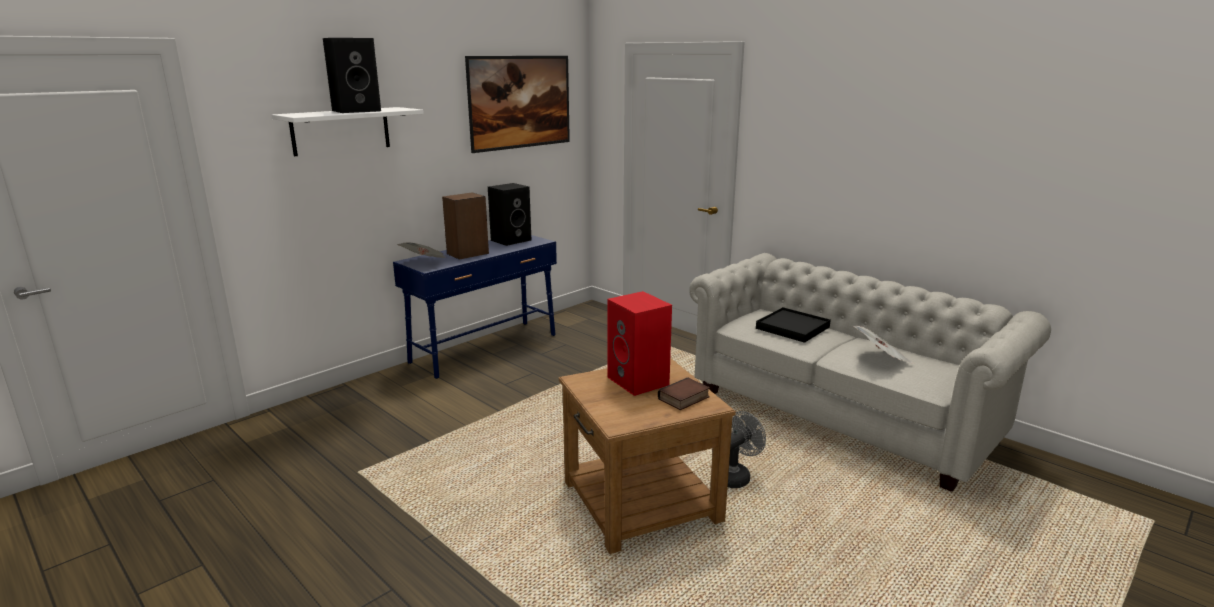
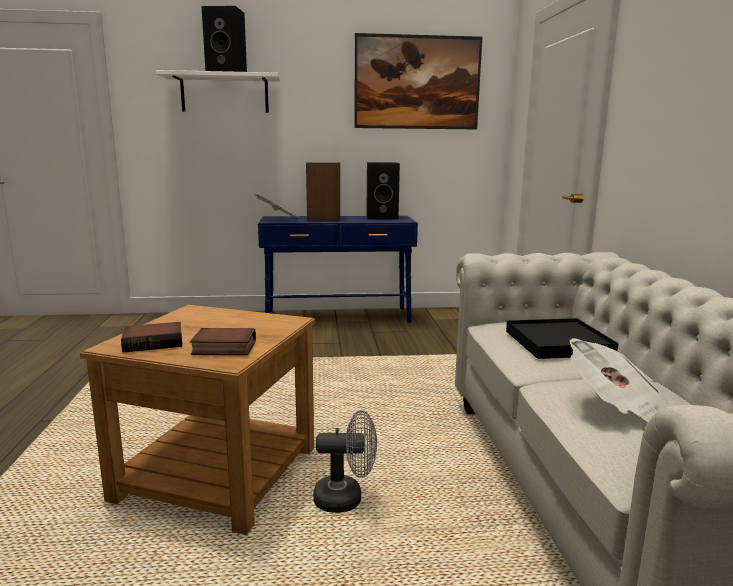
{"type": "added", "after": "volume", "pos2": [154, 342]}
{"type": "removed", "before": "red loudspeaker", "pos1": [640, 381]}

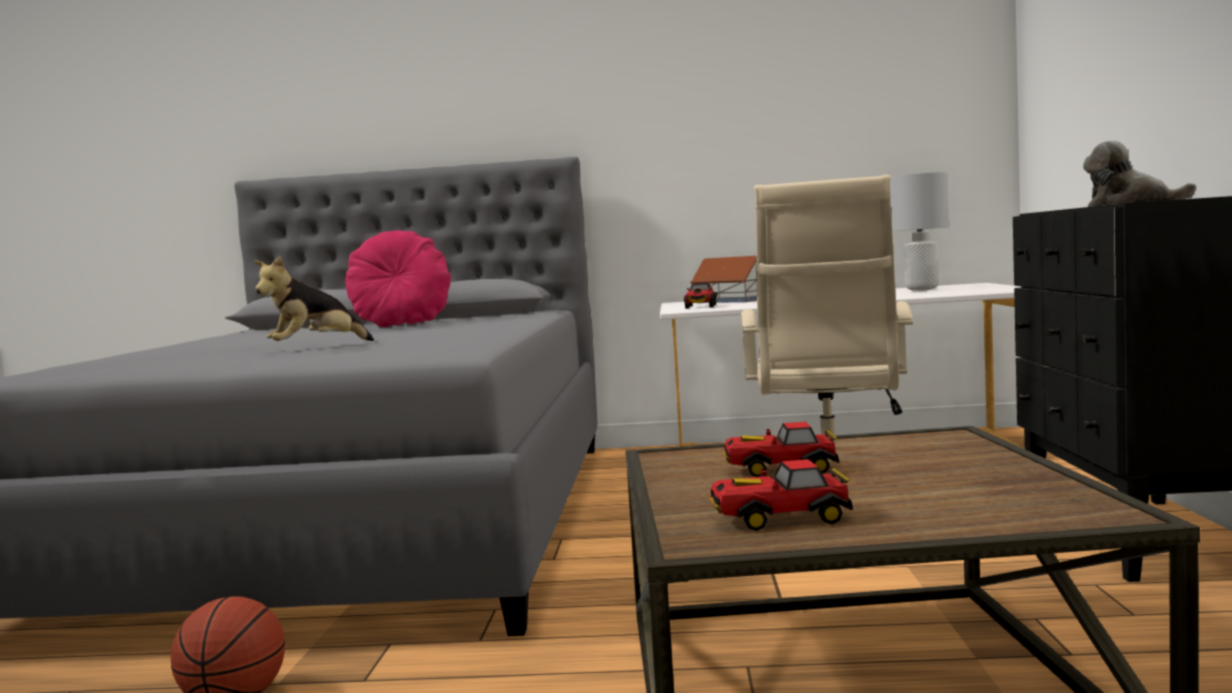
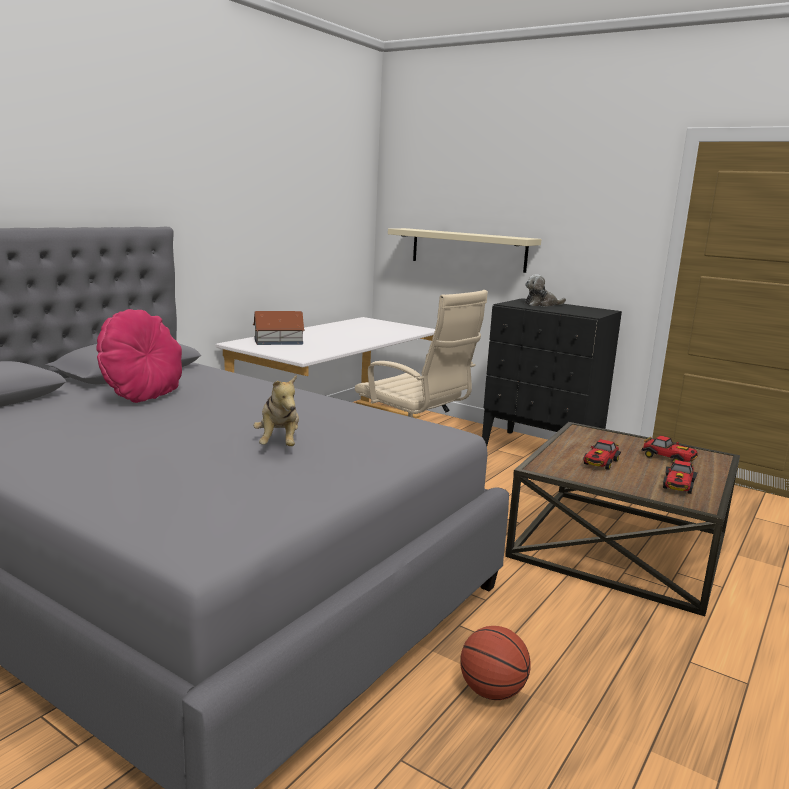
{"type": "added", "after": "beige-coloured bracket shelf", "pos2": [468, 249]}
{"type": "moved", "before": "model car", "pos1": [700, 307], "pos2": [668, 459]}
{"type": "removed", "before": "grey lamp for a table", "pos1": [921, 290]}

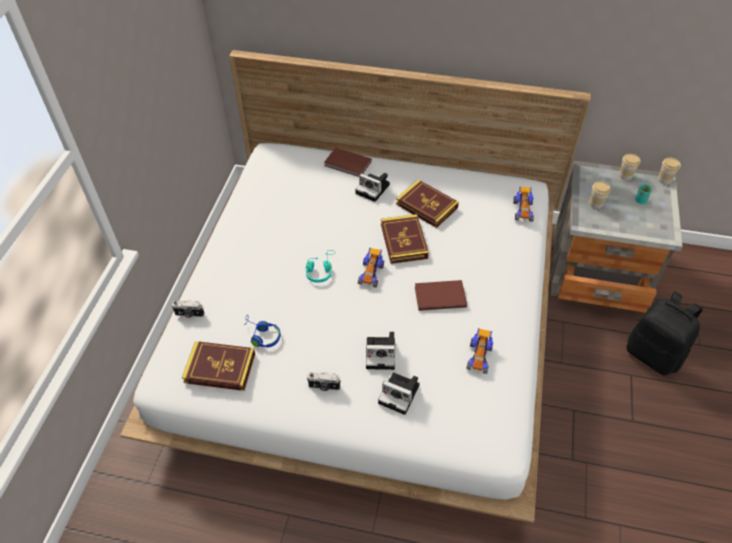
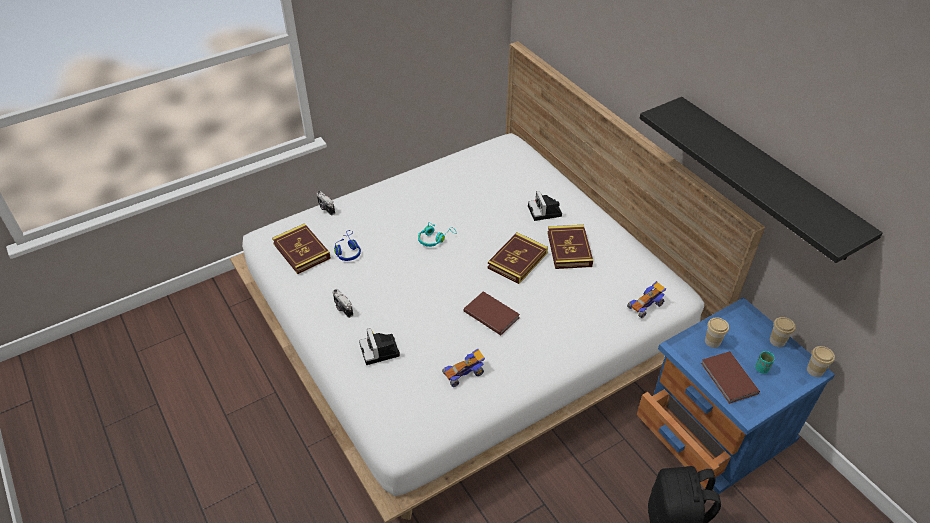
{"type": "recoloured", "before": "grey night table", "after": "blue night table", "pos1": [600, 272], "pos2": [713, 430]}
{"type": "added", "after": "black-coloured bracket shelf", "pos2": [765, 177]}
{"type": "moved", "before": "brownish volume", "pos1": [347, 164], "pos2": [728, 379]}
{"type": "removed", "before": "model car", "pos1": [371, 273]}
{"type": "removed", "before": "photo camera", "pos1": [382, 353]}

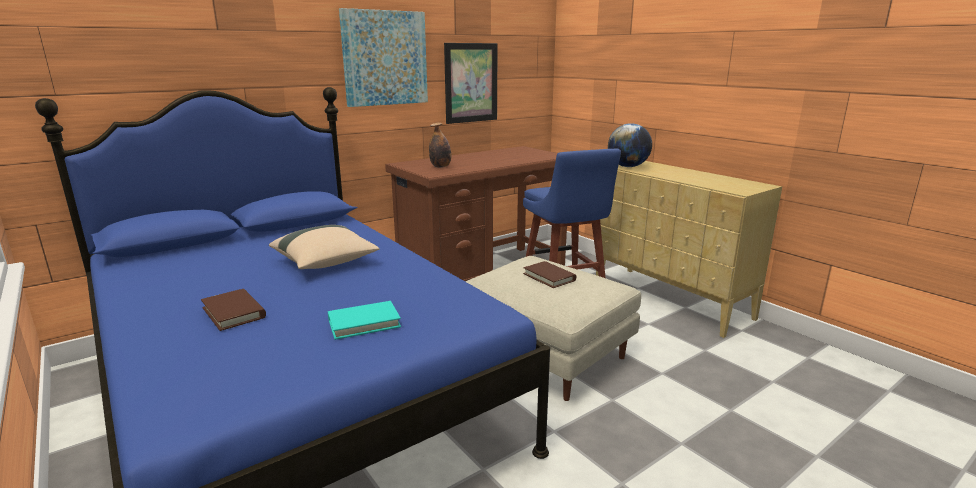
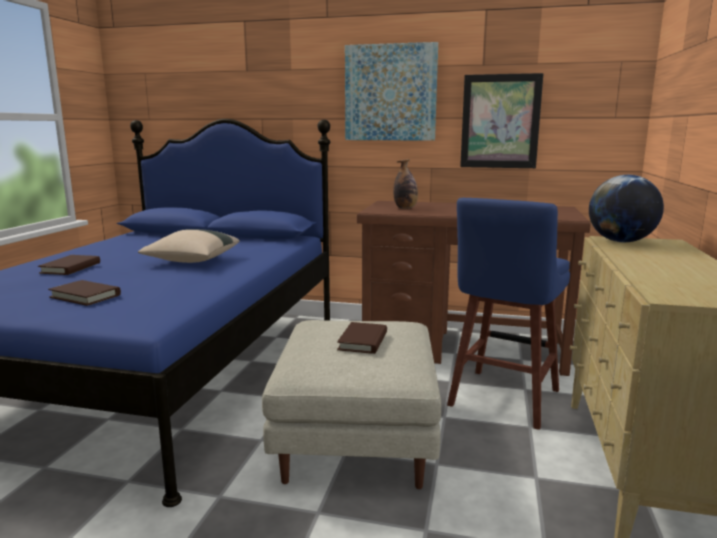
{"type": "recoloured", "before": "blue-green volume", "after": "brownish volume", "pos1": [364, 323], "pos2": [85, 296]}

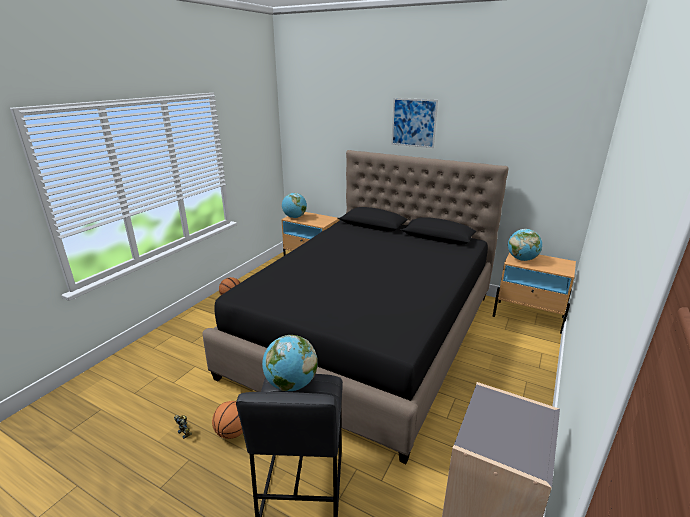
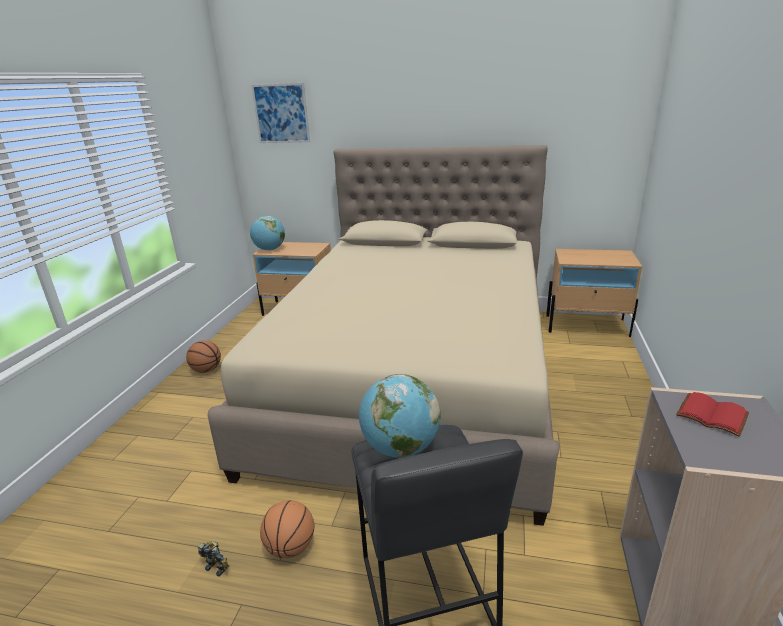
{"type": "recoloured", "before": "black-coloured sleeping bed", "after": "beige-coloured sleeping bed", "pos1": [369, 332], "pos2": [415, 377]}
{"type": "moved", "before": "wall picture", "pos1": [413, 123], "pos2": [281, 113]}
{"type": "added", "after": "red volume", "pos2": [710, 416]}
{"type": "removed", "before": "world globe", "pos1": [521, 259]}

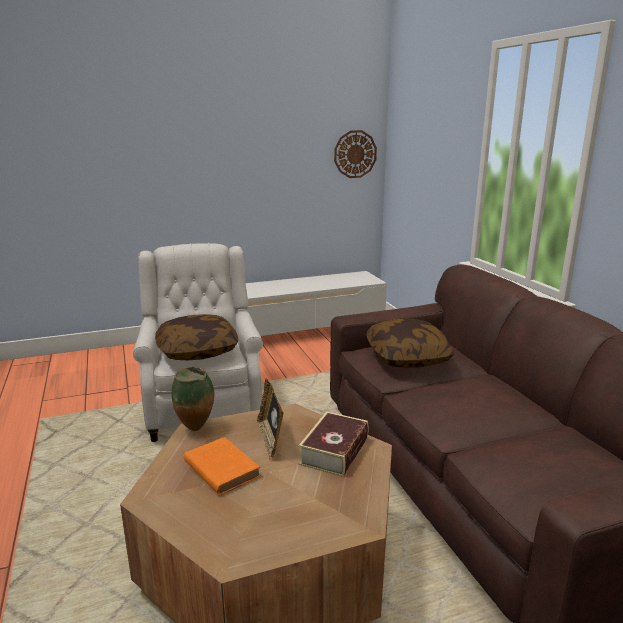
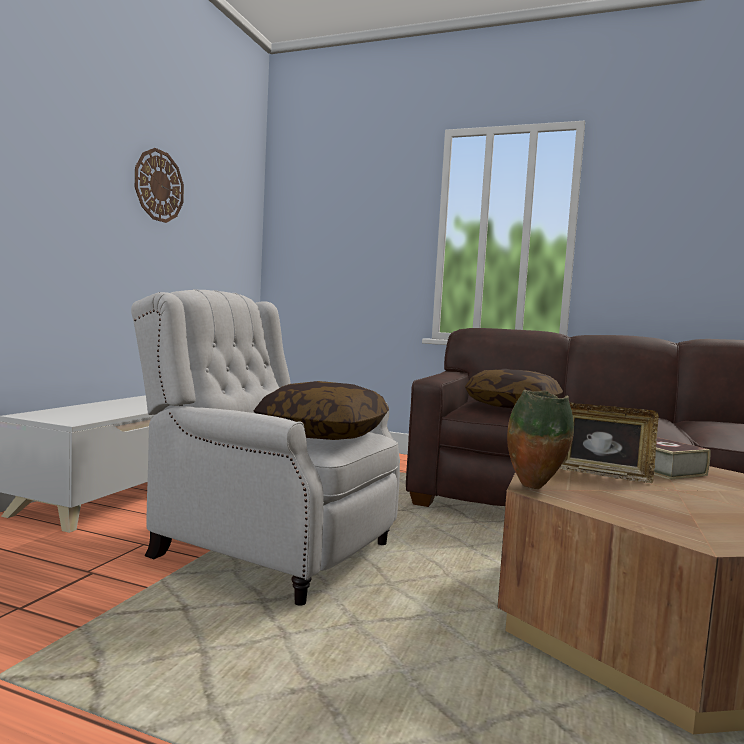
{"type": "moved", "before": "clock on the wall", "pos1": [355, 154], "pos2": [159, 186]}
{"type": "removed", "before": "orange volume", "pos1": [220, 468]}

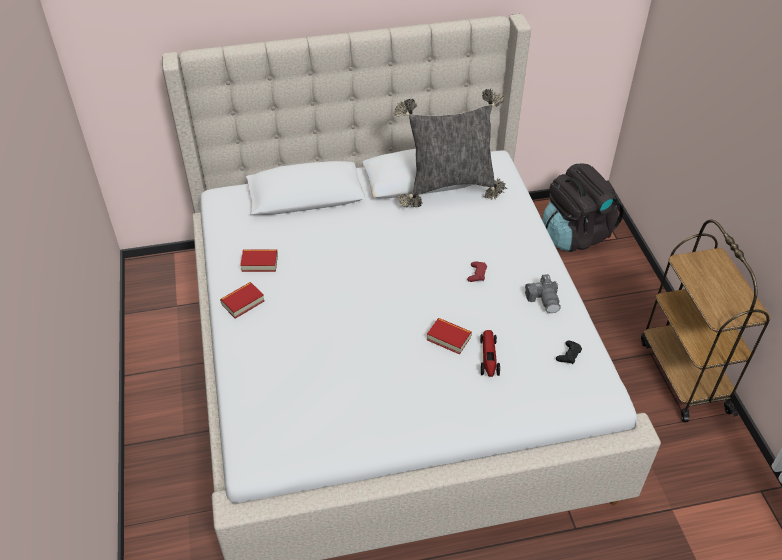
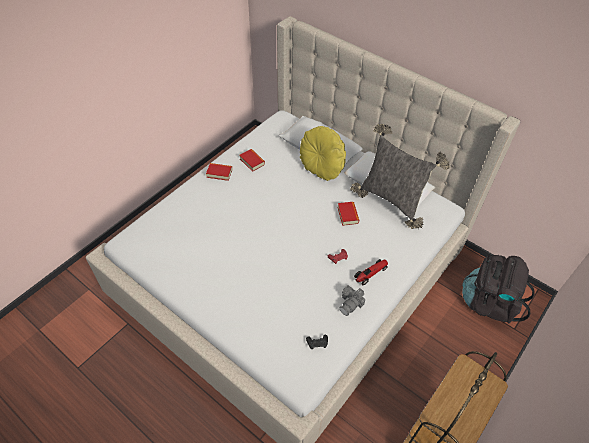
{"type": "added", "after": "yellowish pillow", "pos2": [321, 170]}
{"type": "moved", "before": "volume", "pos1": [449, 338], "pos2": [348, 215]}
{"type": "moved", "before": "model car", "pos1": [489, 358], "pos2": [370, 274]}

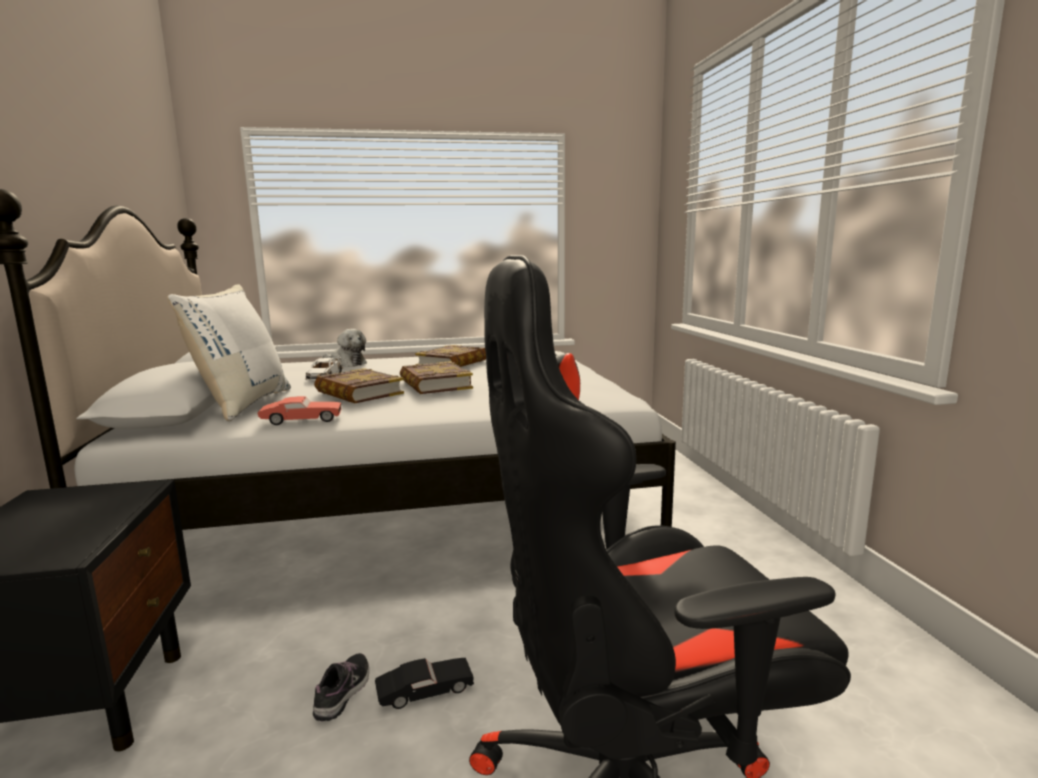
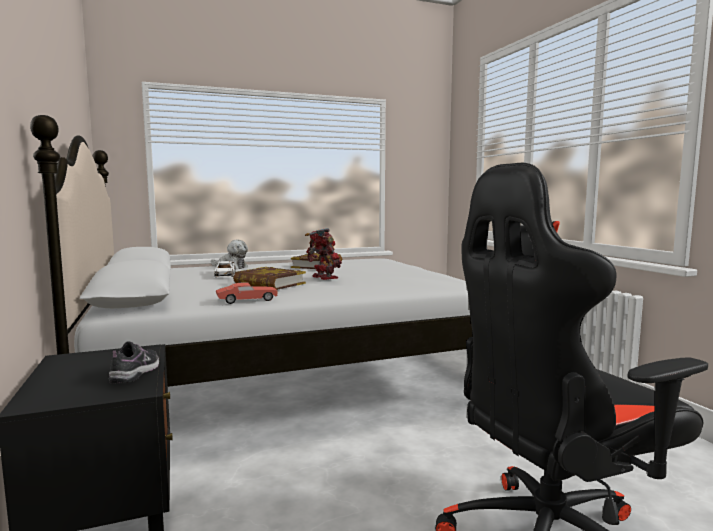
{"type": "moved", "before": "item of footwear", "pos1": [343, 692], "pos2": [136, 372]}
{"type": "replaced", "before": "volume", "after": "robot figure", "pos1": [435, 384], "pos2": [323, 277]}
{"type": "removed", "before": "white-coloured pillow", "pos1": [242, 404]}
{"type": "removed", "before": "black-coloured model car", "pos1": [425, 692]}

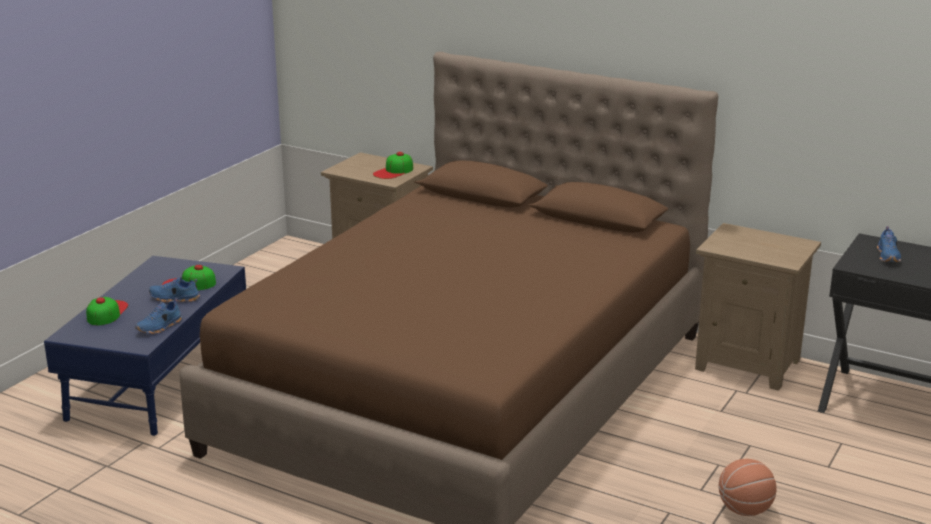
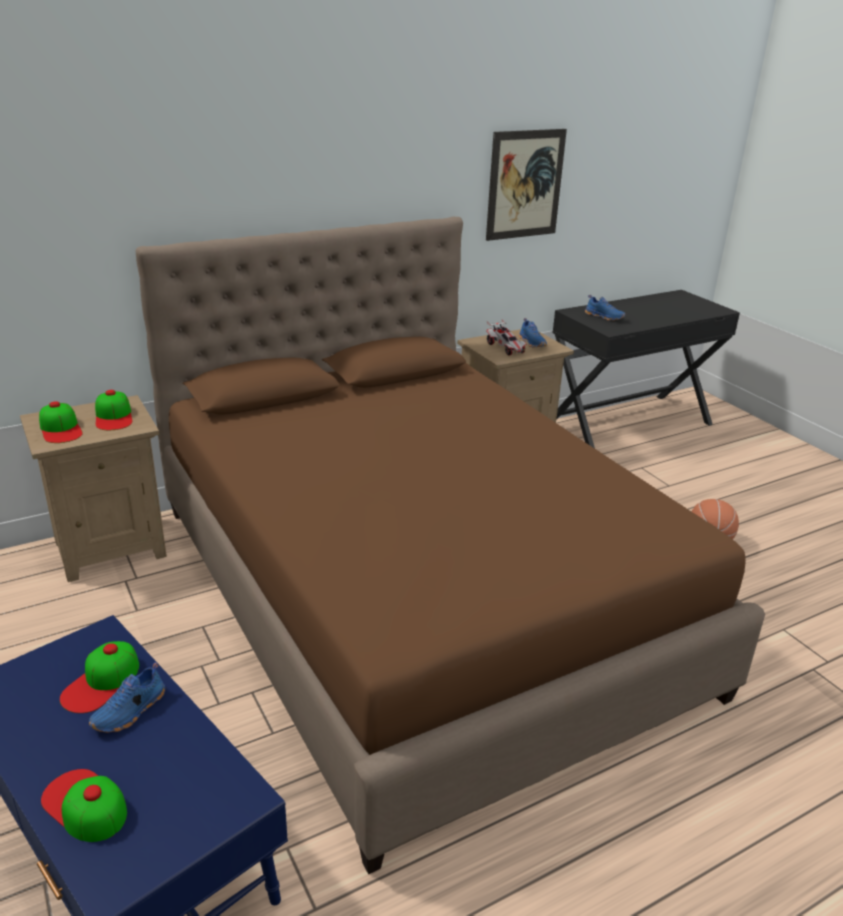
{"type": "added", "after": "baseball cap", "pos2": [61, 429]}
{"type": "added", "after": "wall picture", "pos2": [525, 184]}
{"type": "added", "after": "model car", "pos2": [505, 348]}
{"type": "moved", "before": "blue item of footwear", "pos1": [160, 327], "pos2": [533, 343]}

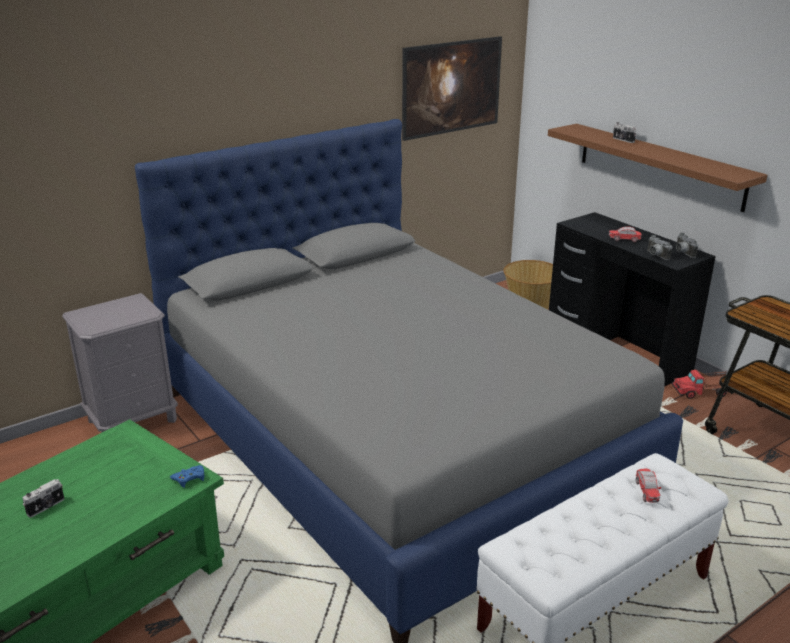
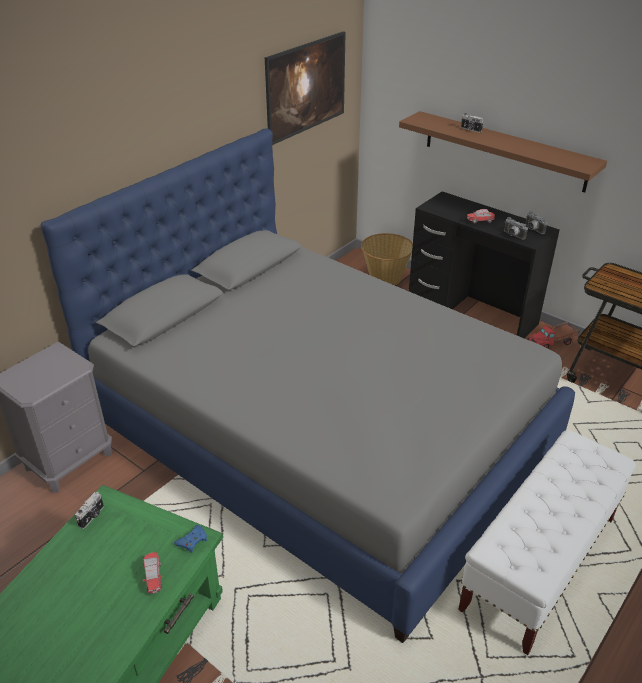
{"type": "moved", "before": "photo camera", "pos1": [46, 507], "pos2": [92, 516]}
{"type": "moved", "before": "model car", "pos1": [647, 492], "pos2": [154, 577]}

